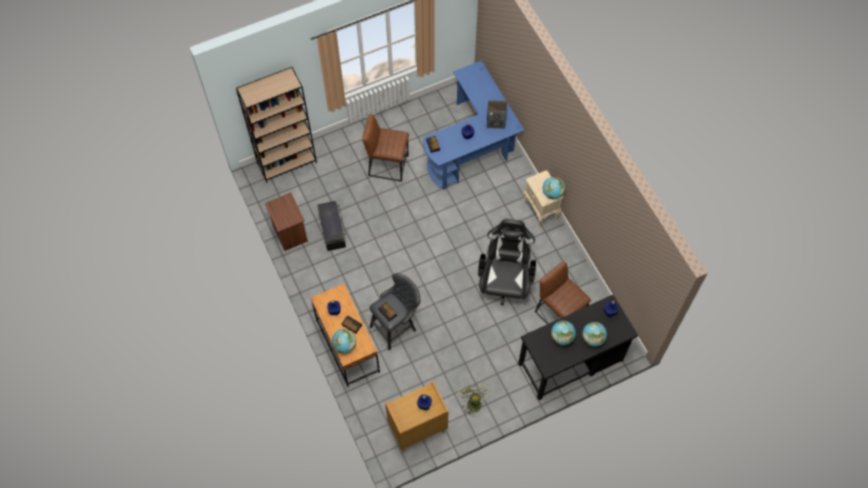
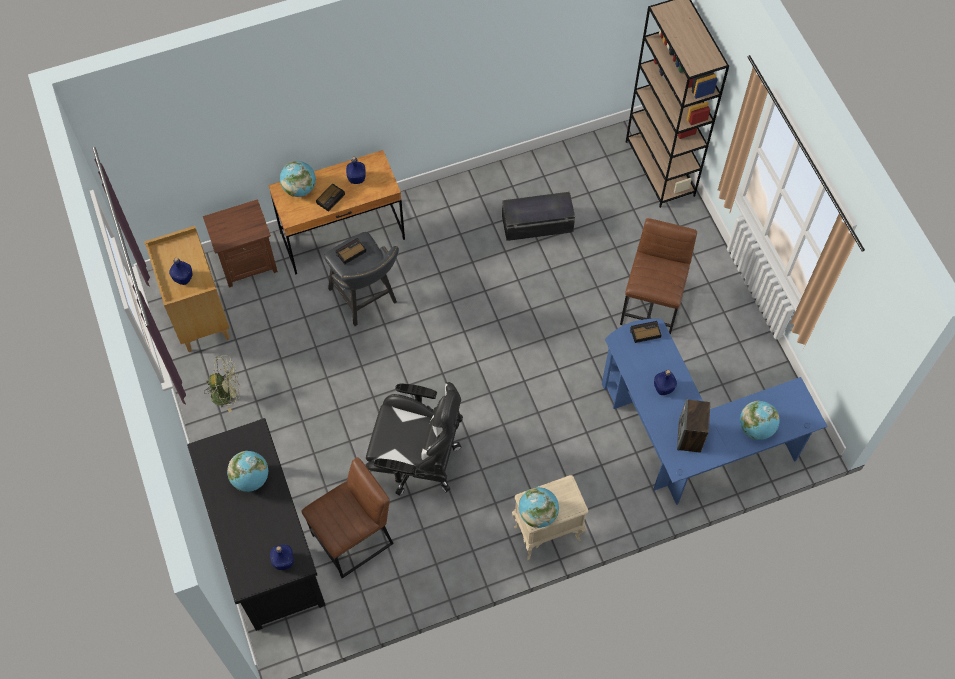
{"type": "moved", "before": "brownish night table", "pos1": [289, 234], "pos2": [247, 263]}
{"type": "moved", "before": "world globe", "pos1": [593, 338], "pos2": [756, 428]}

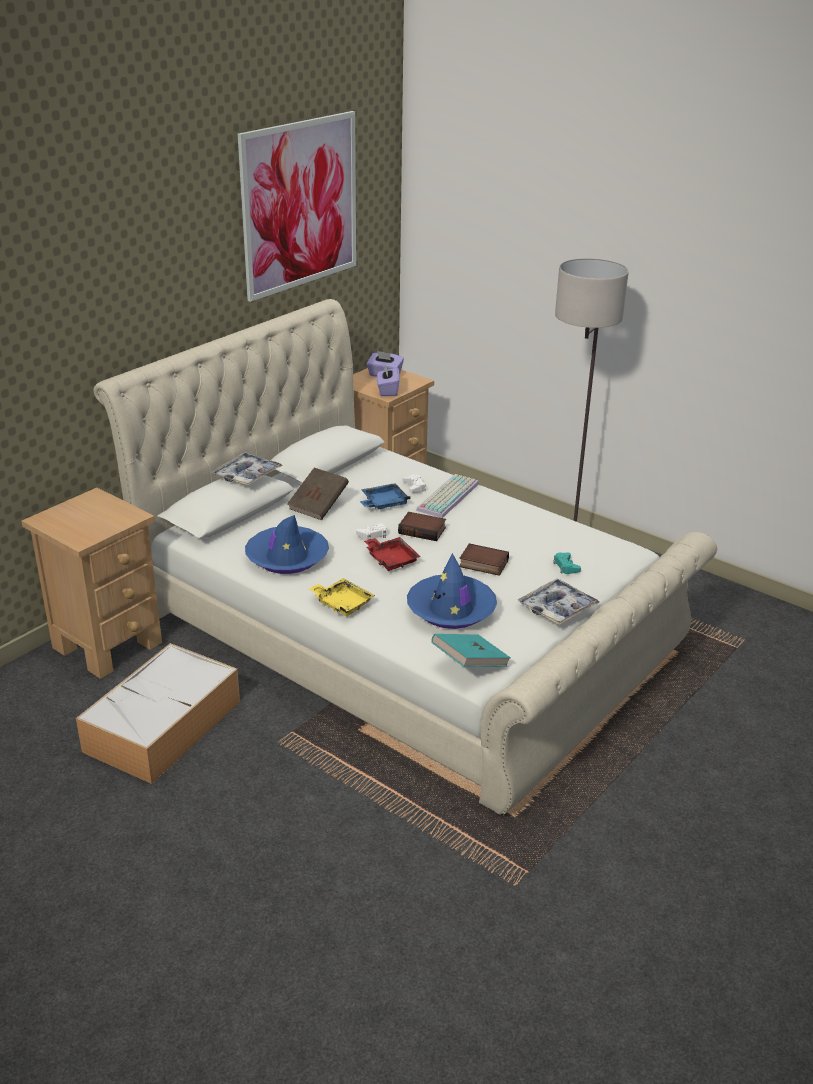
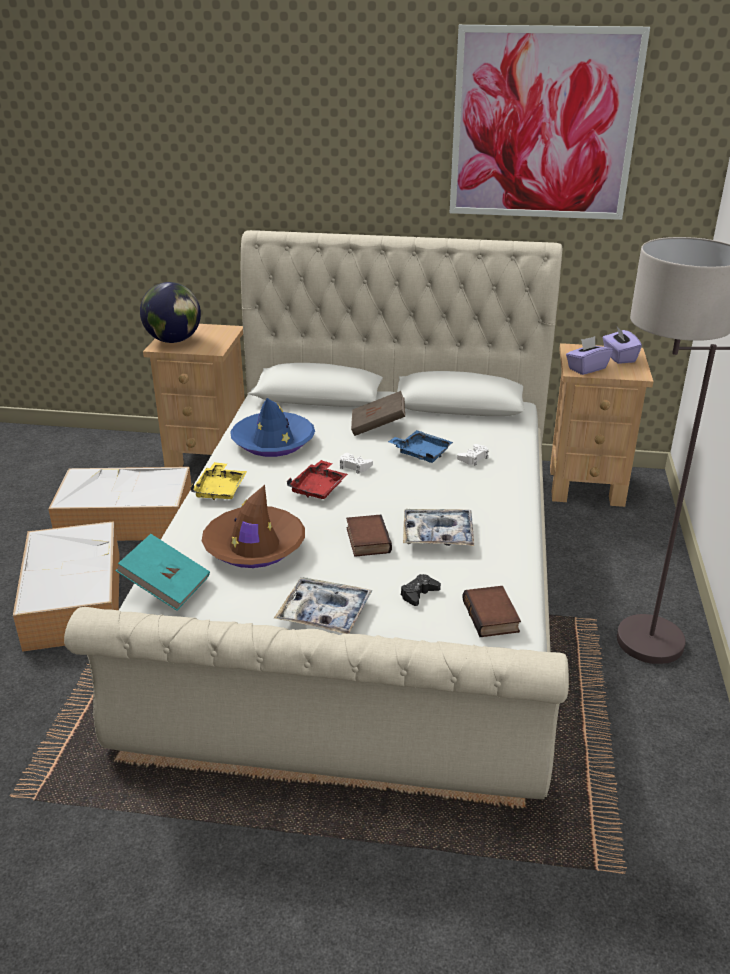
{"type": "added", "after": "storage bin", "pos2": [73, 598]}
{"type": "added", "after": "world globe", "pos2": [174, 340]}
{"type": "recoloured", "before": "blue clothing hat", "after": "brownish clothing hat", "pos1": [451, 610], "pos2": [254, 546]}
{"type": "recoloured", "before": "blue-green game controller", "after": "black-coloured game controller", "pos1": [566, 566], "pos2": [419, 594]}
{"type": "moved", "before": "tray", "pos1": [247, 475], "pos2": [438, 534]}
{"type": "moved", "before": "volume", "pos1": [423, 530], "pos2": [492, 617]}
{"type": "removed", "before": "computer keyboard", "pos1": [447, 496]}

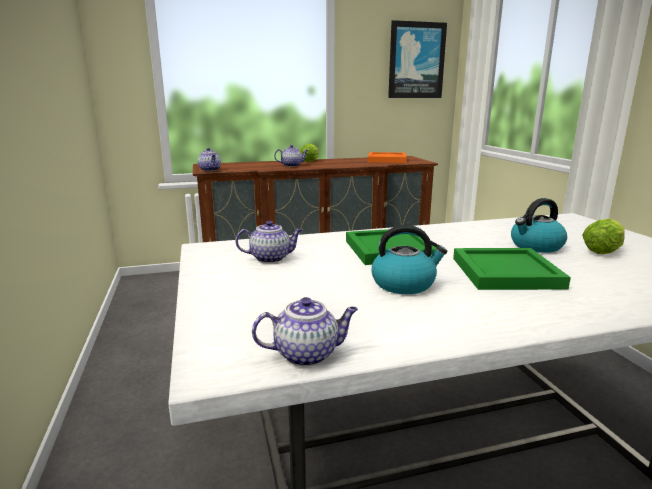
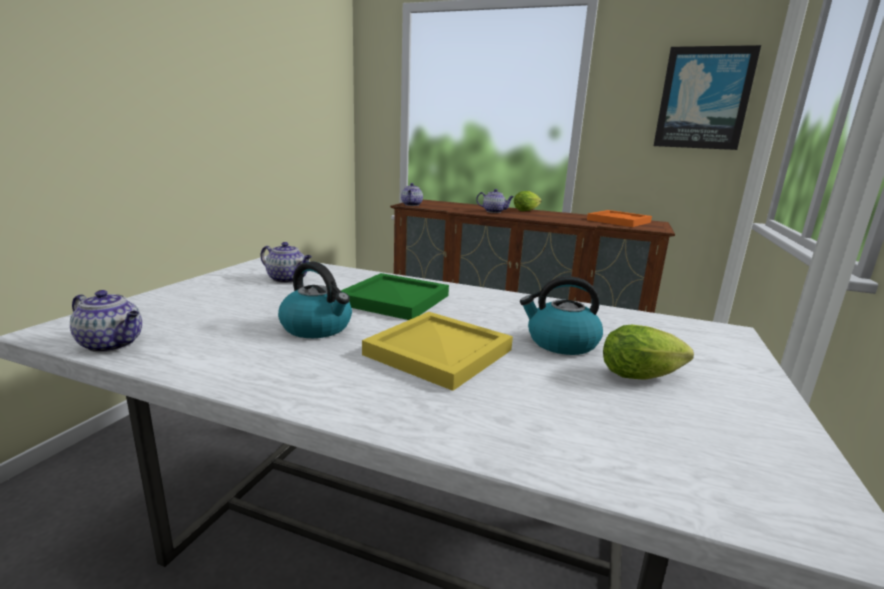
{"type": "recoloured", "before": "green tray", "after": "yellowish tray", "pos1": [507, 273], "pos2": [439, 353]}

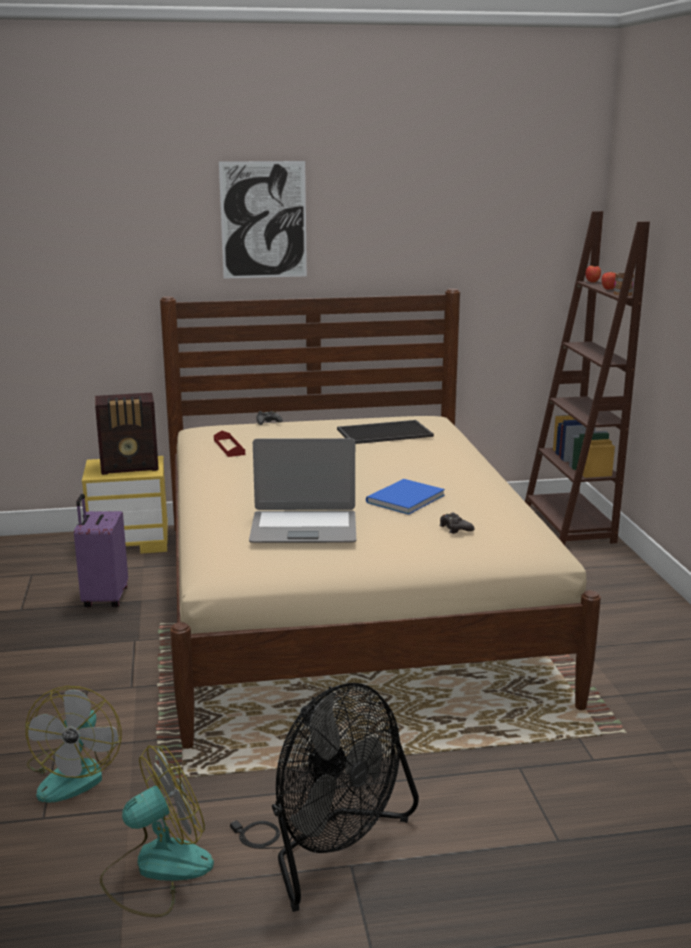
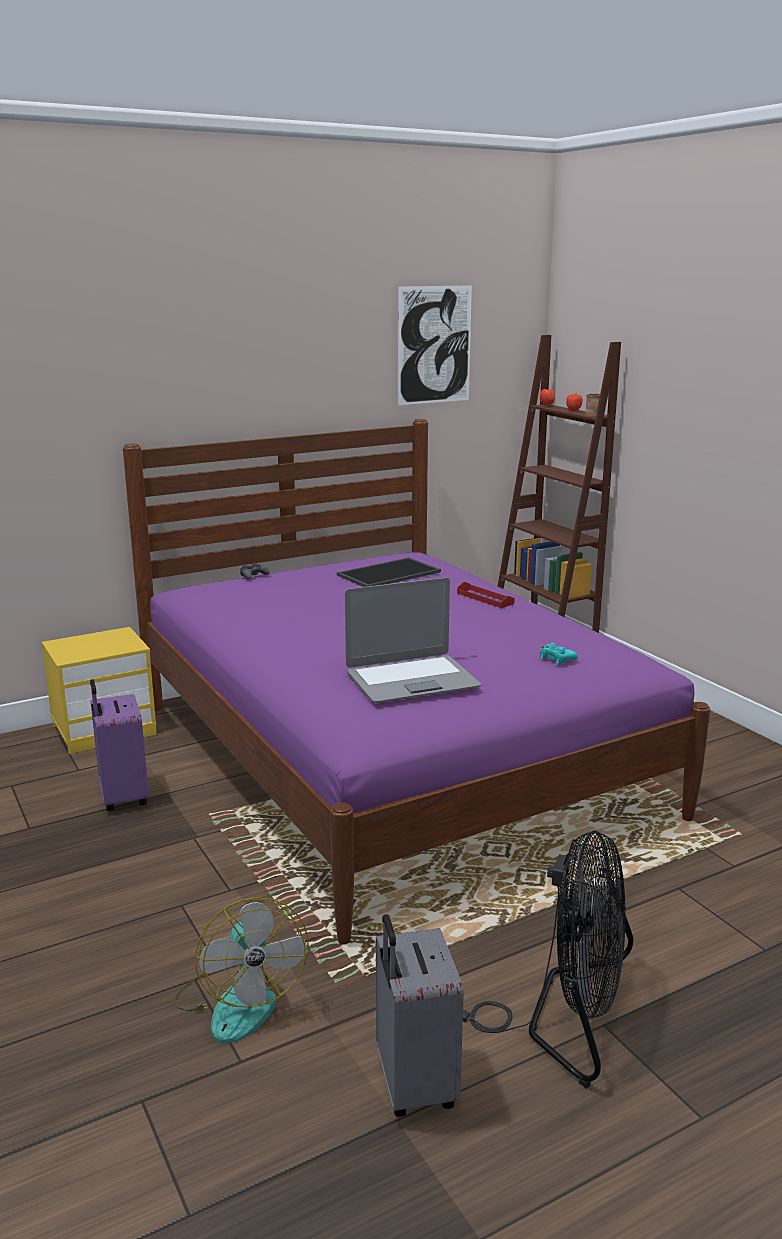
{"type": "recoloured", "before": "beige-coloured sleeping bed", "after": "purplish sleeping bed", "pos1": [345, 603], "pos2": [391, 758]}
{"type": "replaced", "before": "electric fan", "after": "grey piece of luggage", "pos1": [156, 869], "pos2": [413, 1084]}
{"type": "moved", "before": "wall picture", "pos1": [263, 220], "pos2": [434, 345]}
{"type": "moved", "before": "red tray", "pos1": [229, 447], "pos2": [485, 598]}
{"type": "recoloured", "before": "black-coloured game controller", "after": "blue-green game controller", "pos1": [455, 528], "pos2": [556, 659]}
{"type": "removed", "before": "radio set", "pos1": [131, 467]}
{"type": "removed", "before": "blue volume", "pos1": [402, 499]}

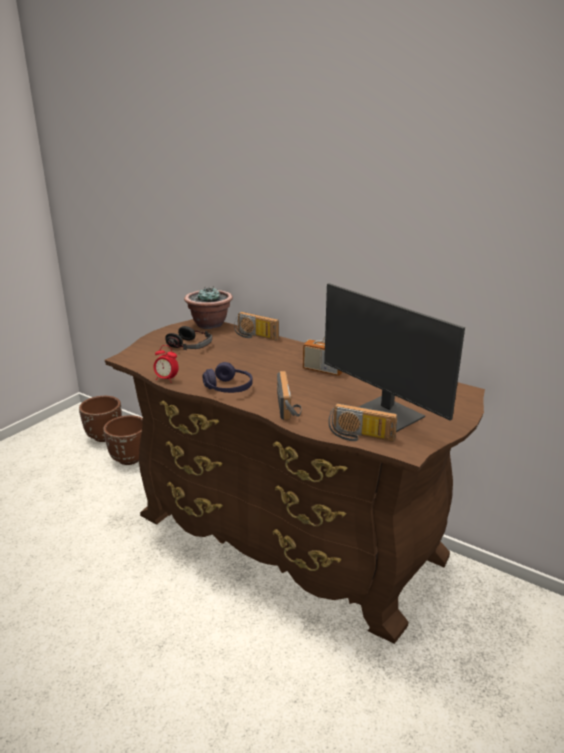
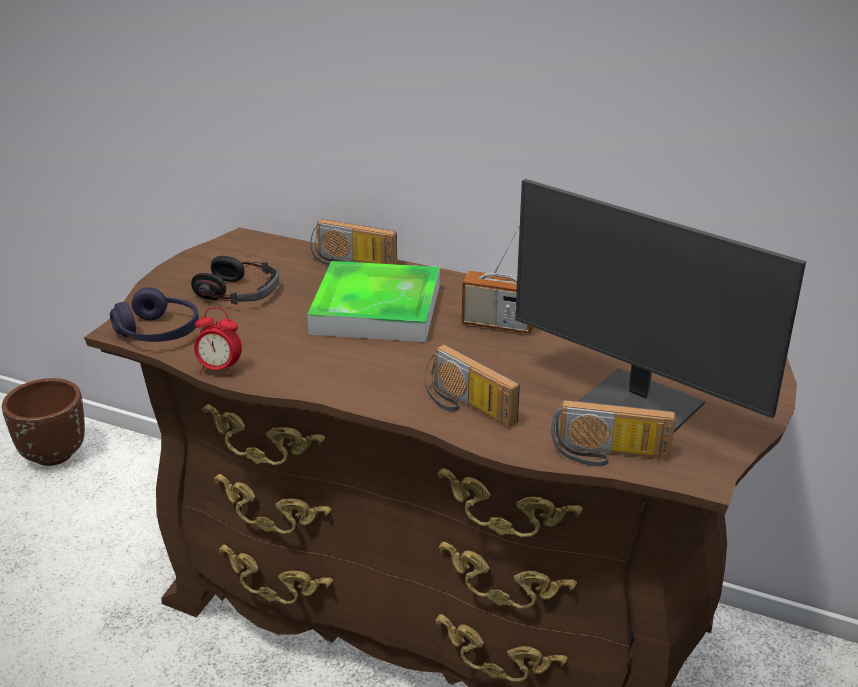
{"type": "moved", "before": "purplish headphones", "pos1": [228, 388], "pos2": [158, 332]}
{"type": "added", "after": "tray", "pos2": [376, 309]}
{"type": "turned", "before": "radio set", "pos1": [289, 407], "pos2": [465, 407], "turn": 150}
{"type": "removed", "before": "brownish plant pot", "pos1": [129, 459]}
{"type": "removed", "before": "houseplant", "pos1": [209, 324]}

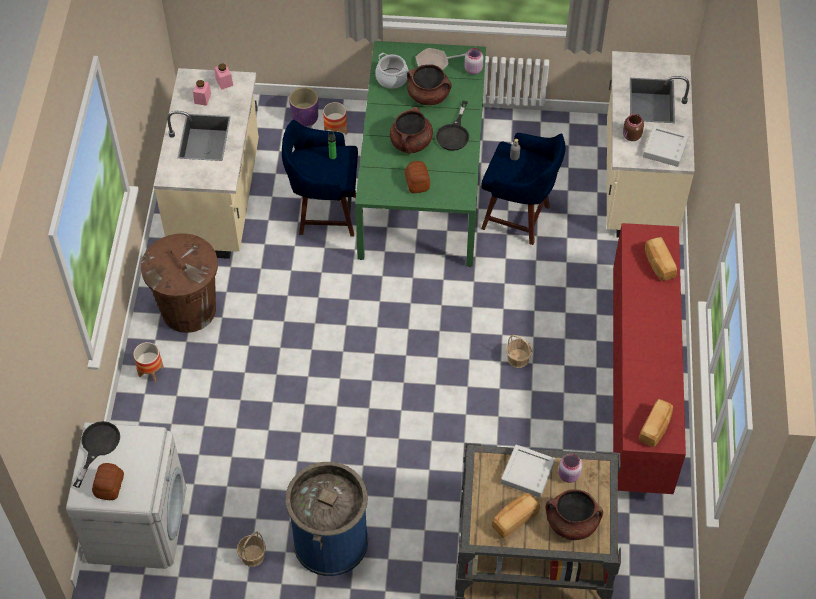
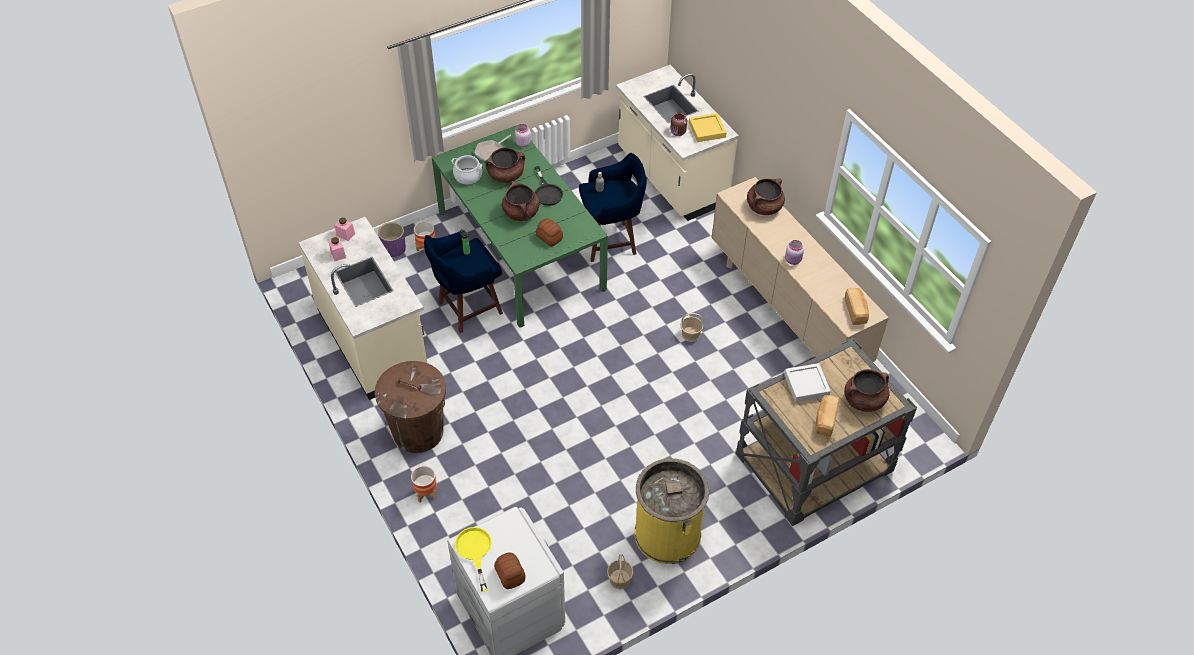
{"type": "recoloured", "before": "black-coloured pan", "after": "yellowish pan", "pos1": [97, 446], "pos2": [474, 551]}
{"type": "recoloured", "before": "blue trash can", "after": "yellowish trash can", "pos1": [330, 541], "pos2": [667, 534]}
{"type": "recoloured", "before": "grey tray", "after": "yellowish tray", "pos1": [665, 148], "pos2": [707, 130]}
{"type": "recoloured", "before": "red storage cabinet", "after": "beige-coloured storage cabinet", "pos1": [639, 391], "pos2": [788, 311]}
{"type": "replaced", "before": "bakery bread", "after": "brownish cooking pot", "pos1": [658, 264], "pos2": [764, 207]}
{"type": "moved", "before": "pink-coloured preserve jar", "pos1": [569, 475], "pos2": [793, 260]}

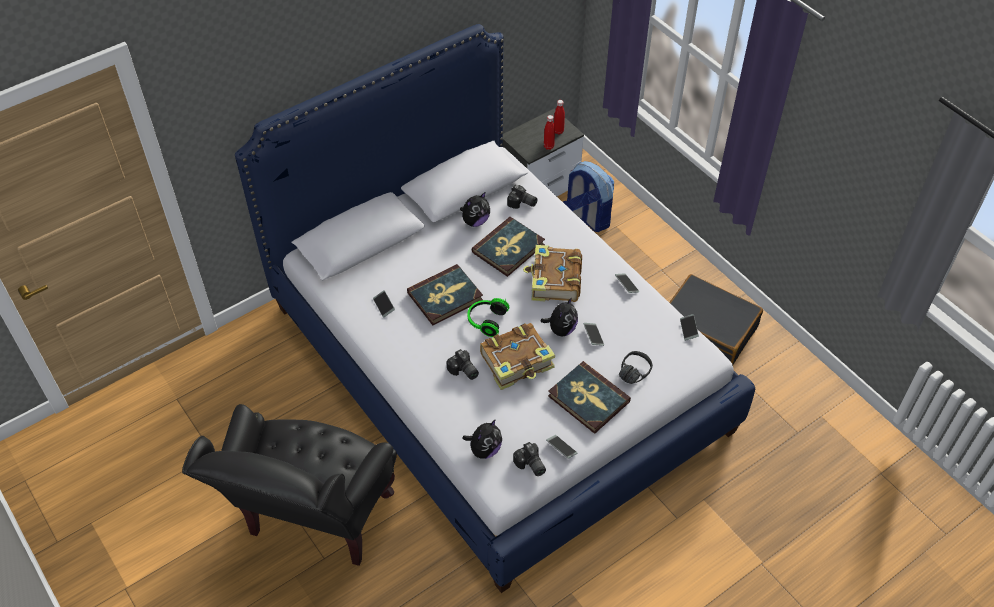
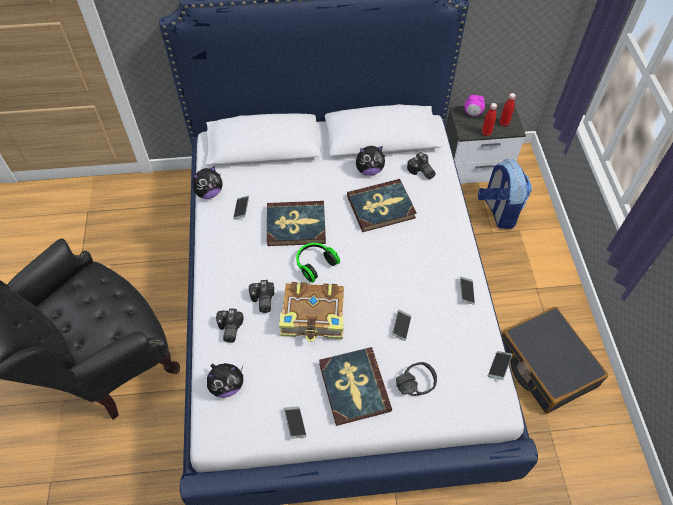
{"type": "moved", "before": "soft toy", "pos1": [561, 329], "pos2": [209, 193]}
{"type": "moved", "before": "photo camera", "pos1": [530, 465], "pos2": [229, 329]}
{"type": "added", "after": "alarm clock", "pos2": [472, 113]}
{"type": "removed", "before": "volume", "pos1": [554, 281]}

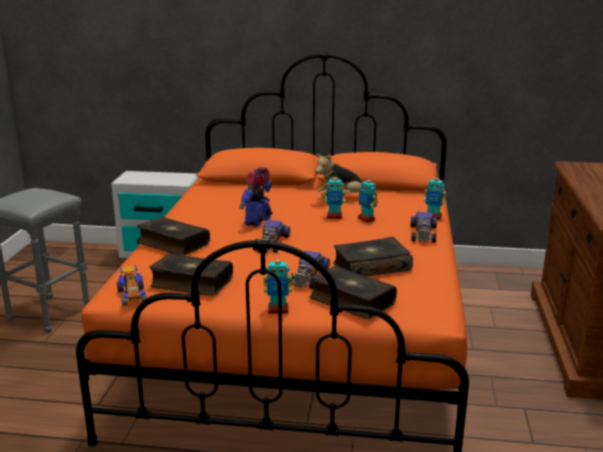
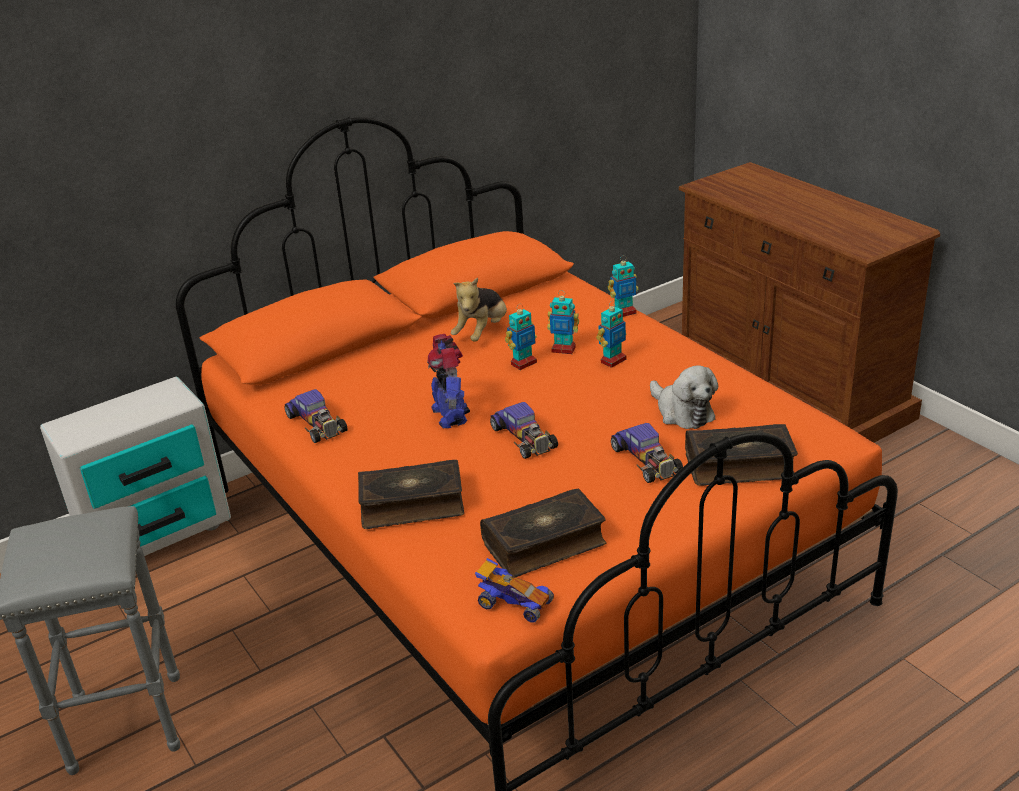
{"type": "moved", "before": "model car", "pos1": [423, 234], "pos2": [317, 423]}
{"type": "moved", "before": "robot figure", "pos1": [278, 310], "pos2": [613, 361]}
{"type": "replaced", "before": "volume", "after": "soft toy", "pos1": [371, 267], "pos2": [682, 412]}

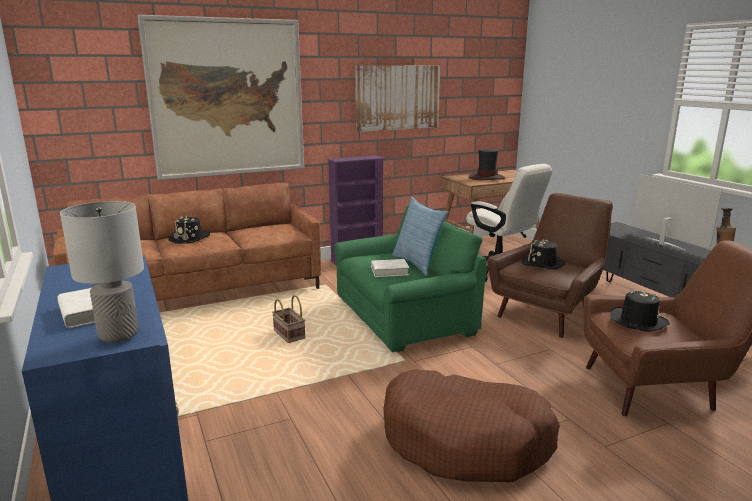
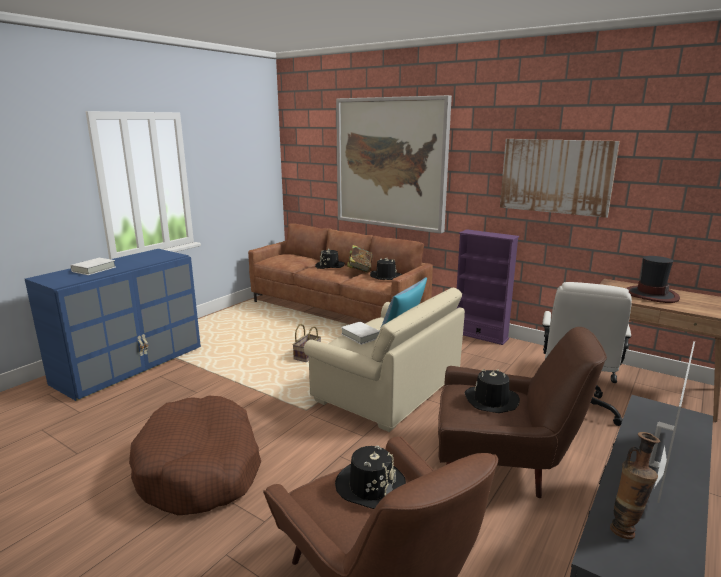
{"type": "recoloured", "before": "green lounge chair", "after": "beige-coloured lounge chair", "pos1": [404, 316], "pos2": [387, 388]}
{"type": "added", "after": "volume", "pos2": [359, 270]}
{"type": "added", "after": "black-coloured clothing hat", "pos2": [385, 276]}
{"type": "removed", "before": "grey lamp for a table", "pos1": [119, 337]}

